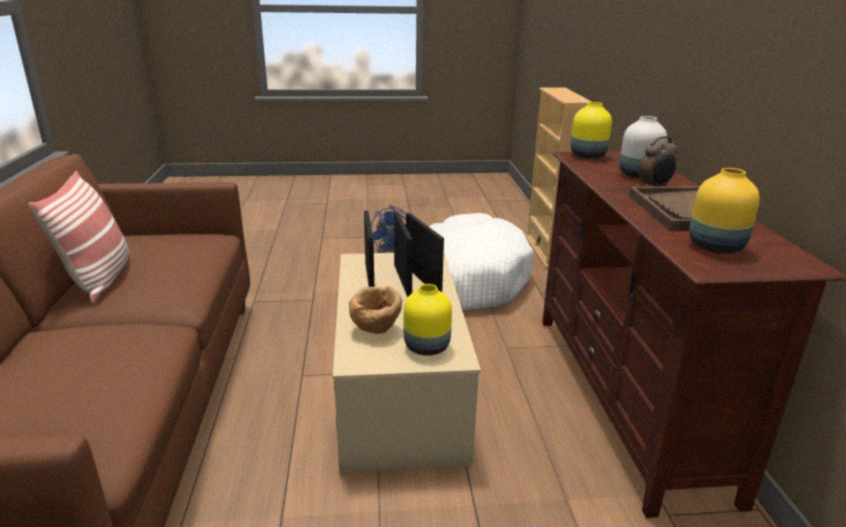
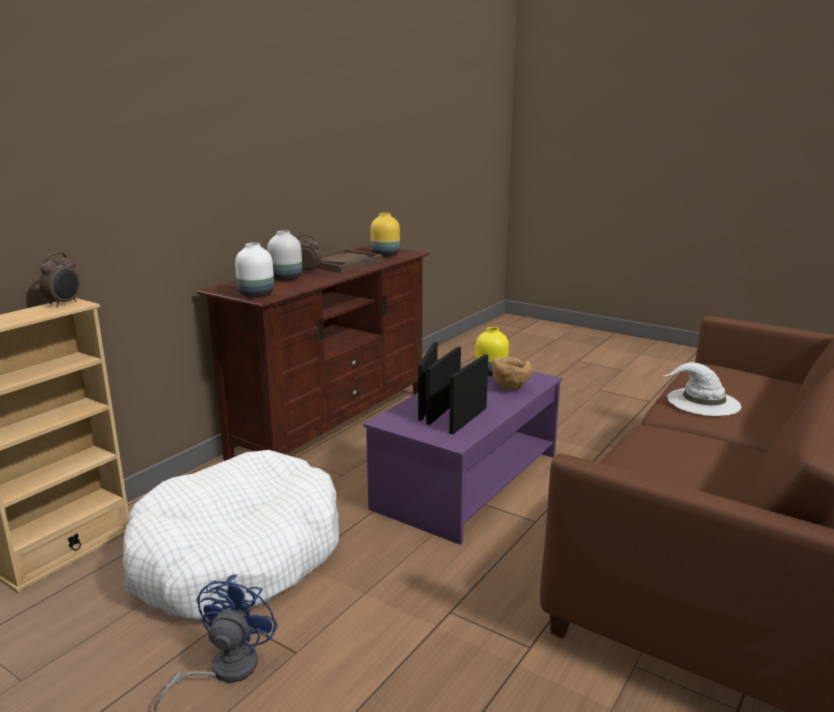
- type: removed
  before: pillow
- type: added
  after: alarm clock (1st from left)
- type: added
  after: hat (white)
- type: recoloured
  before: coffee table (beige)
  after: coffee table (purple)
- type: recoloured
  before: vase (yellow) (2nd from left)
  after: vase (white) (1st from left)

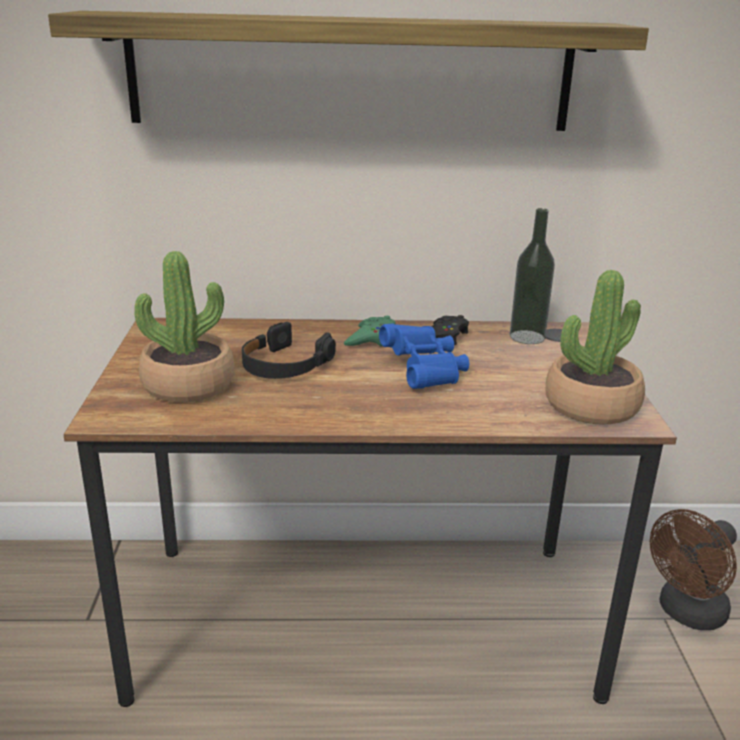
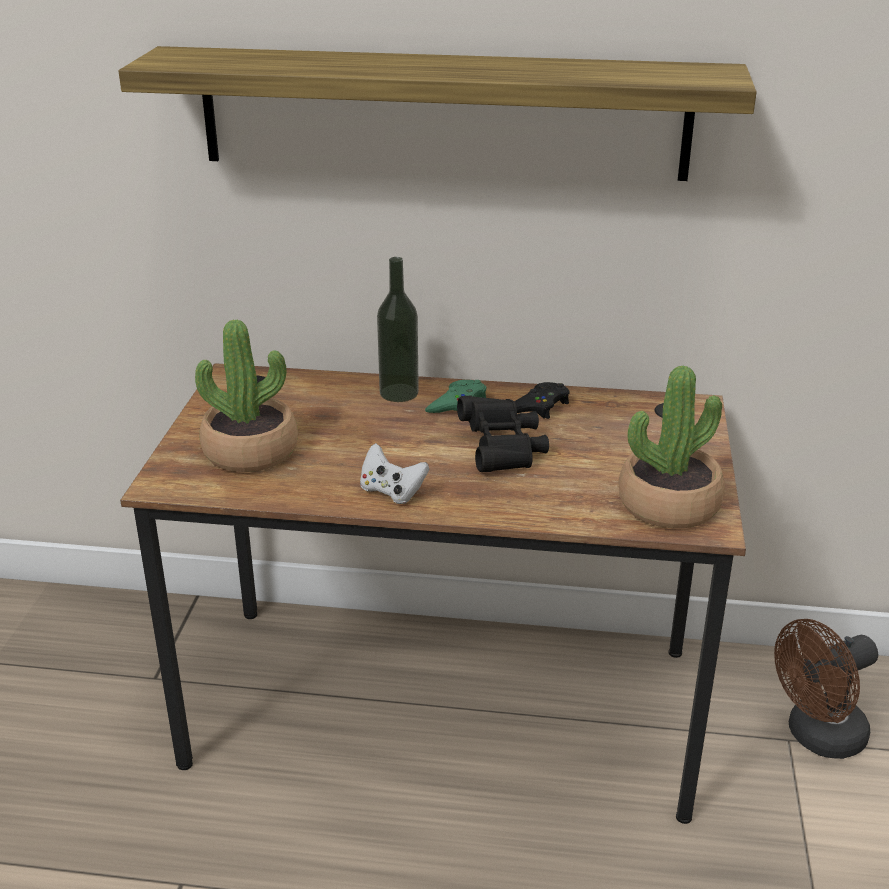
- type: removed
  before: headphones (black)
- type: added
  after: game controller (white)
- type: moved
  before: bottle
- type: recoloured
  before: binoculars (blue)
  after: binoculars (black)

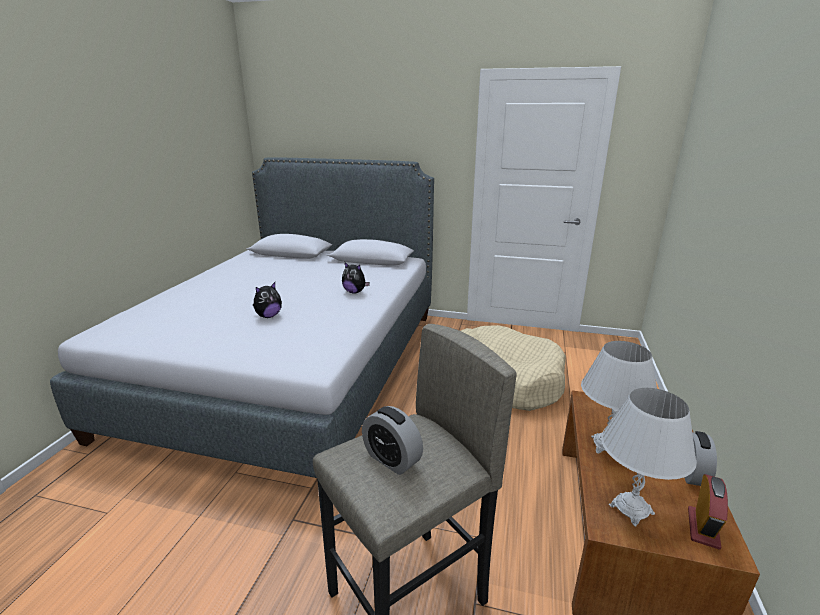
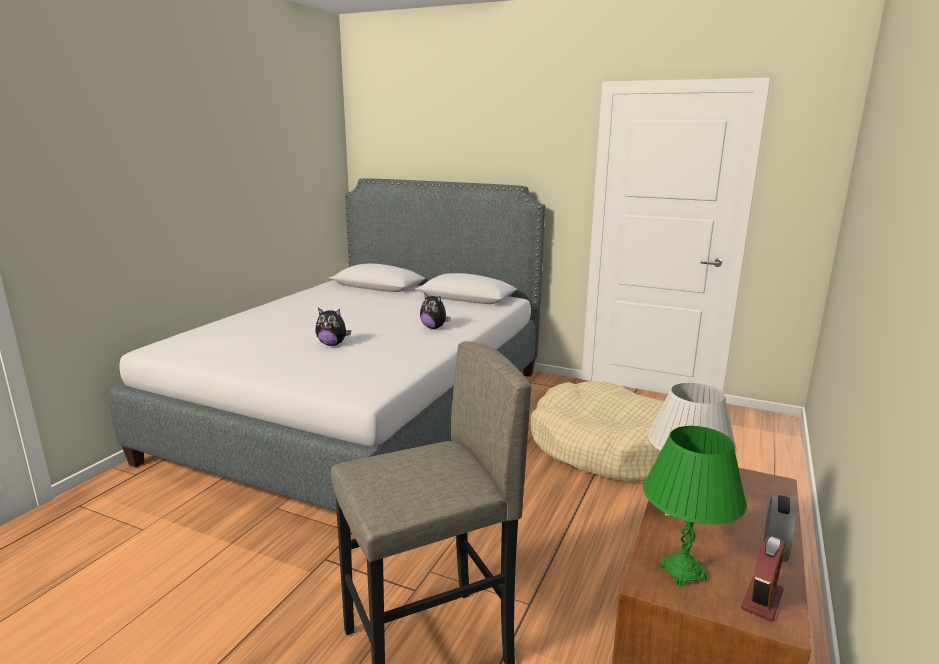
- type: removed
  before: alarm clock (1st from left)
- type: recoloured
  before: table lamp (white) (2nd from left)
  after: table lamp (green)
- type: turned
  before: plush toy (1st from left)
  turn: 45

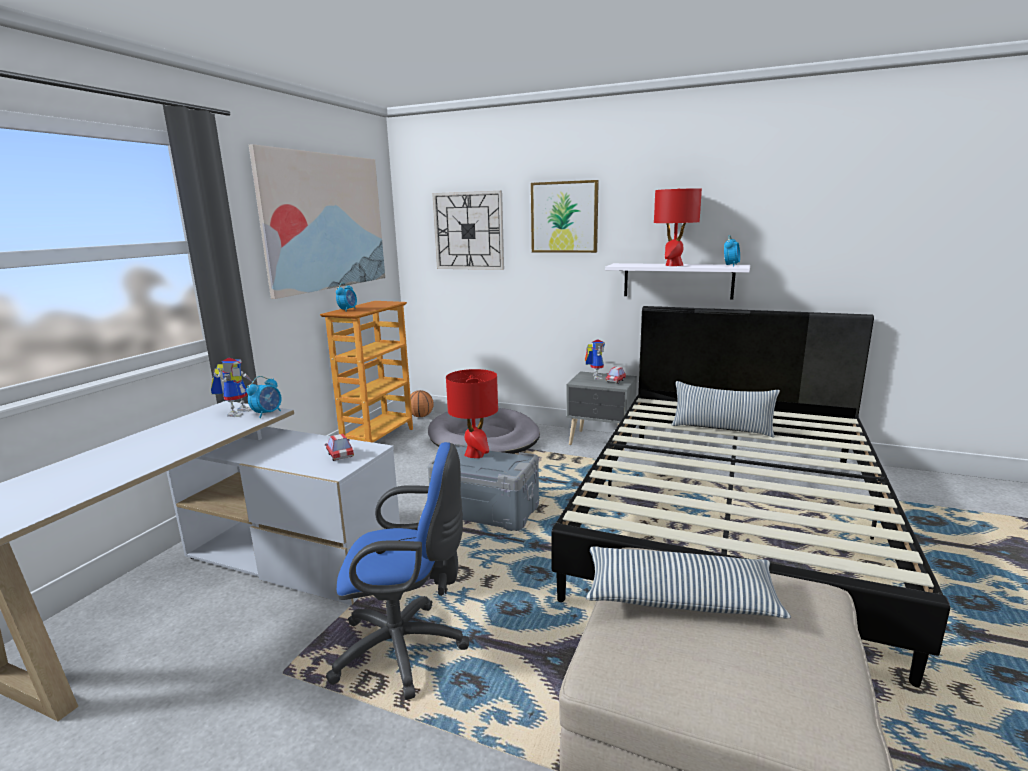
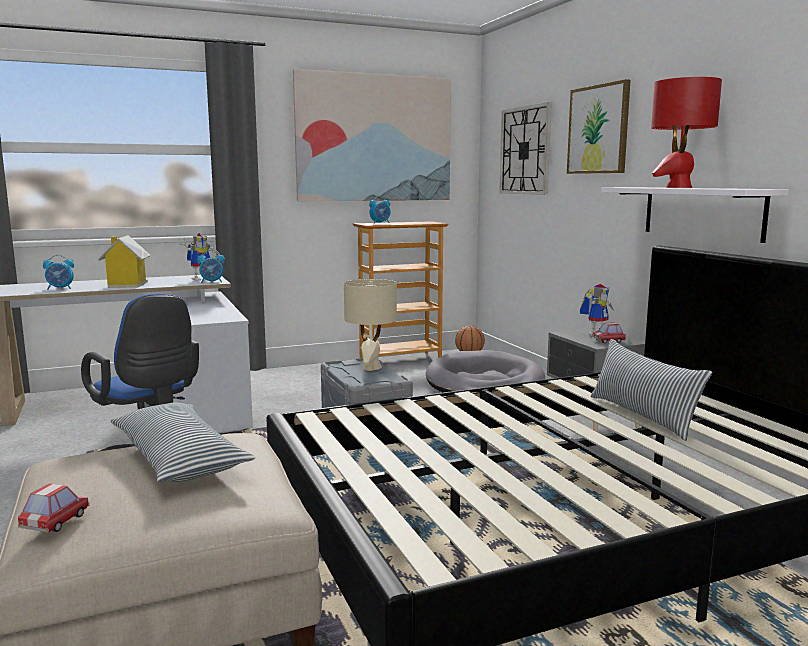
- type: added
  after: toy house
- type: moved
  before: toy car (1st from left)
- type: moved
  before: alarm clock (3rd from left in the first image)
  after: alarm clock (1st from left)
- type: recoloured
  before: table lamp (red) (1st from left)
  after: table lamp (beige)

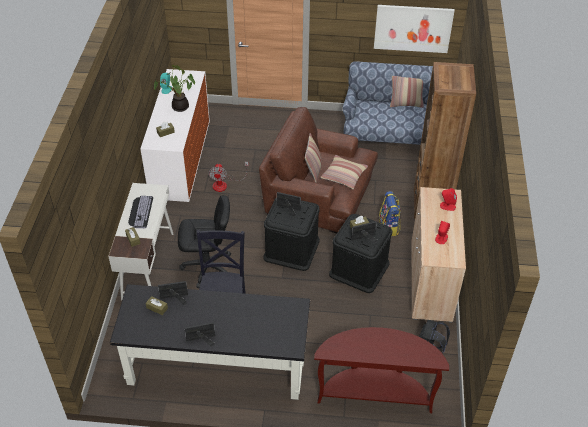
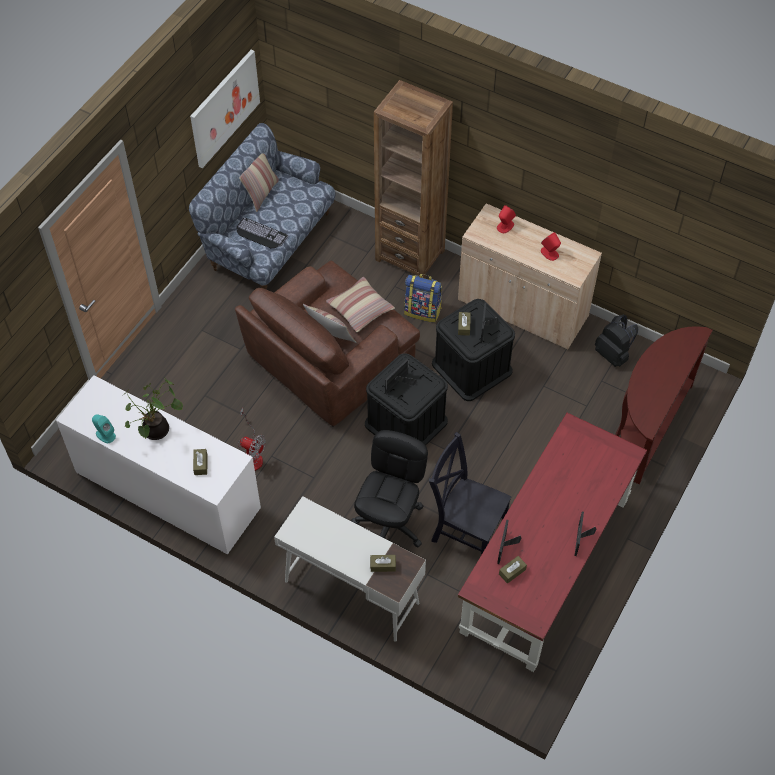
- type: moved
  before: keyboard
- type: recoloured
  before: desk (black)
  after: desk (red)

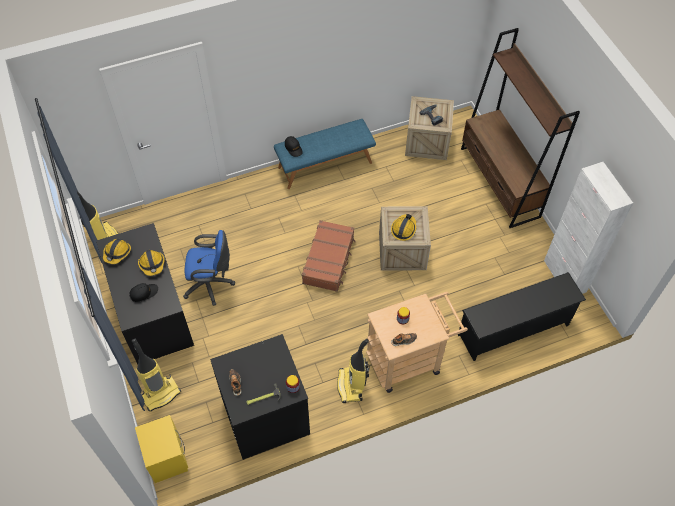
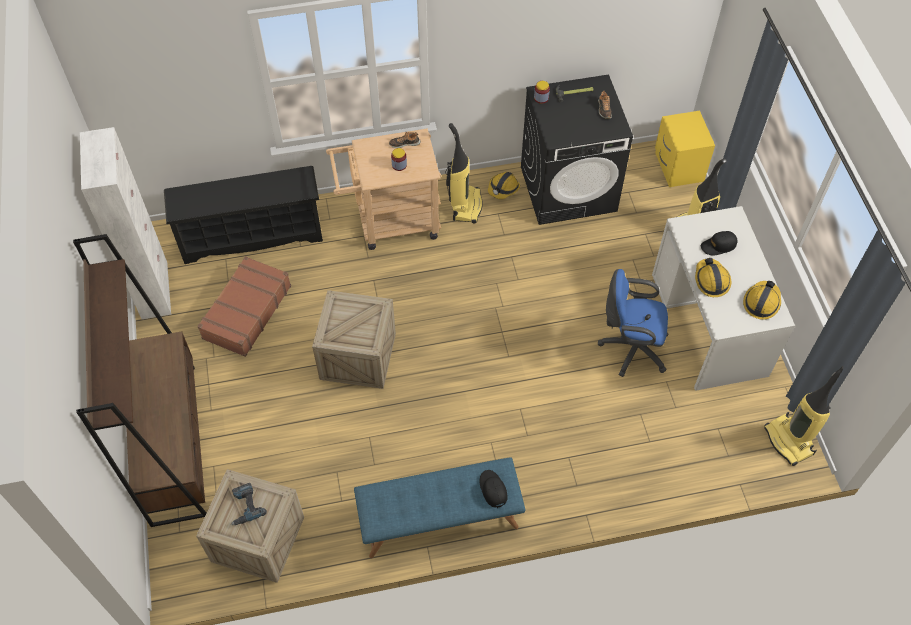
- type: moved
  before: suitcase (brown)
- type: moved
  before: hard hat (3rd from left in the first image)
  after: hard hat (1st from left)
- type: recoloured
  before: desk (black)
  after: desk (white)

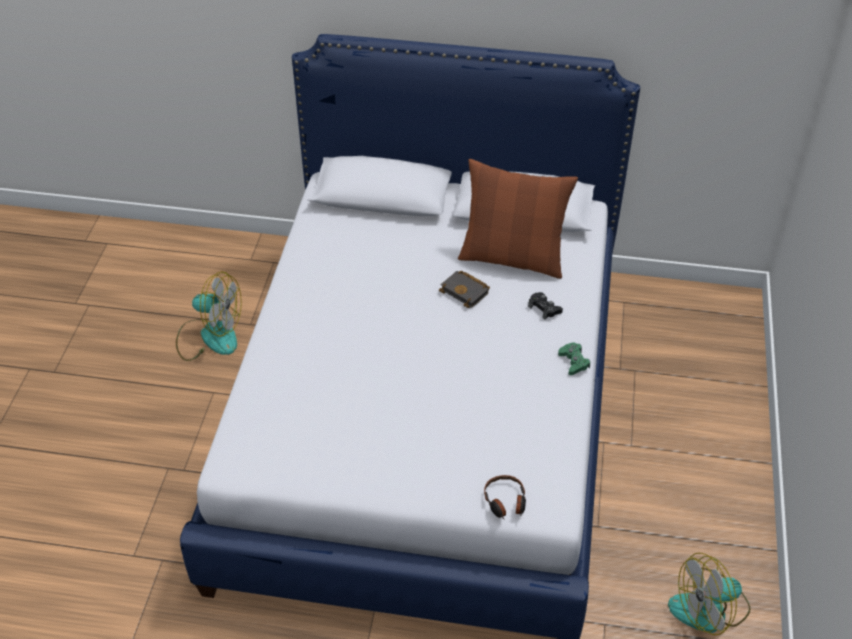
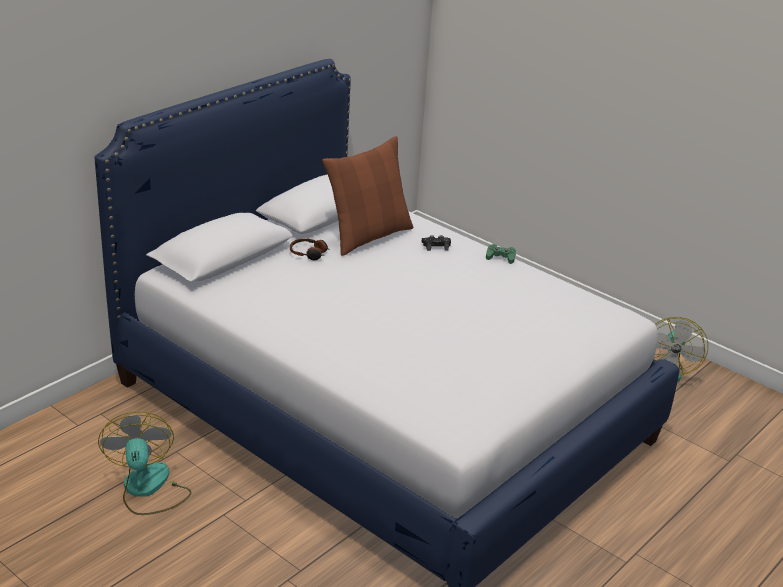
- type: removed
  before: book (black)
- type: moved
  before: headphones
- type: turned
  before: fan (1st from left)
  turn: -60

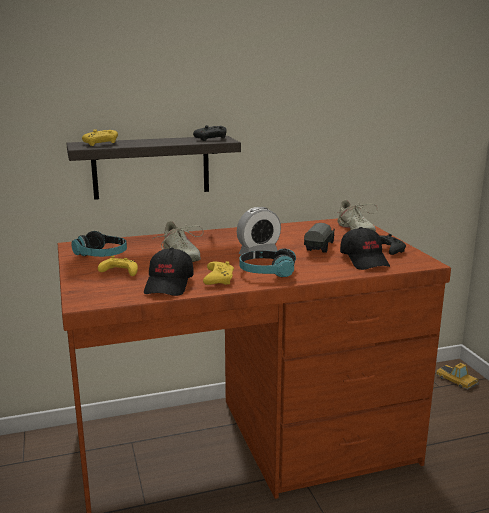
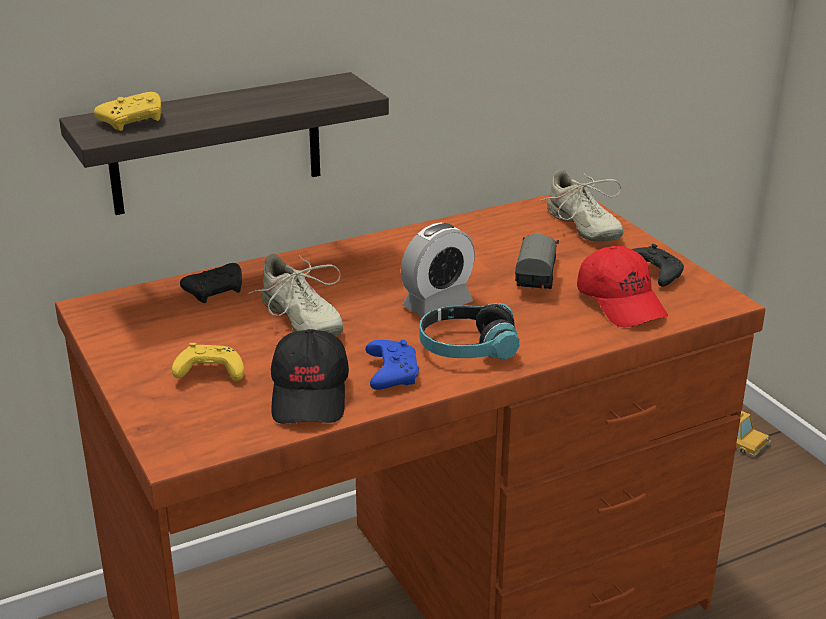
- type: removed
  before: headphones (1st from left)
- type: moved
  before: game controller (black) (1st from left)
- type: recoloured
  before: game controller (yellow) (3rd from left)
  after: game controller (blue)
- type: recoloured
  before: cap (black) (2nd from left)
  after: cap (red)

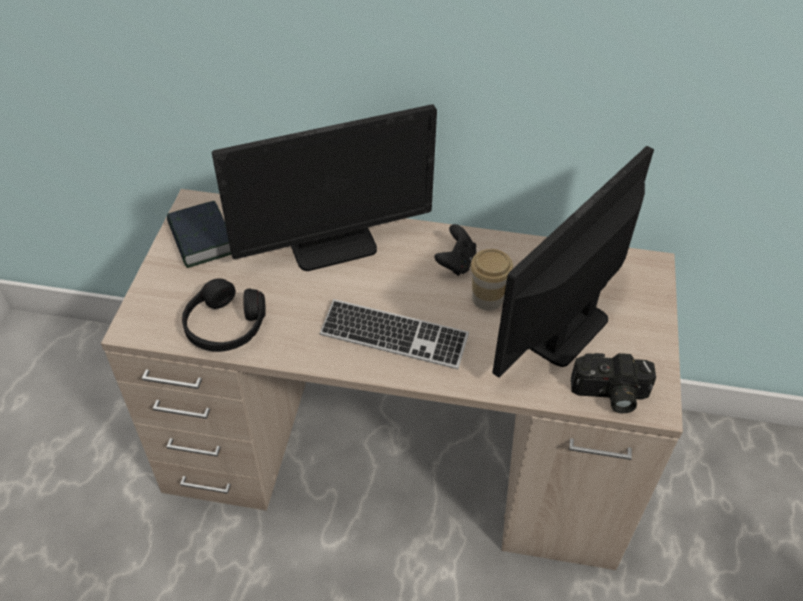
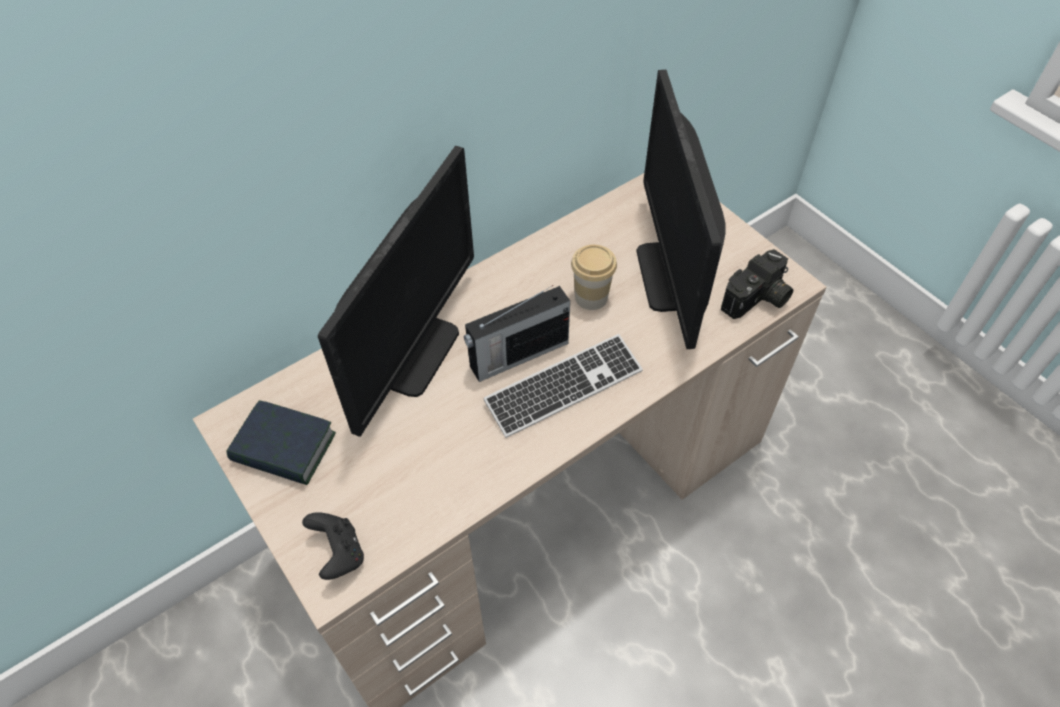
- type: removed
  before: headphones (black)
- type: added
  after: radio
- type: moved
  before: game controller (black)

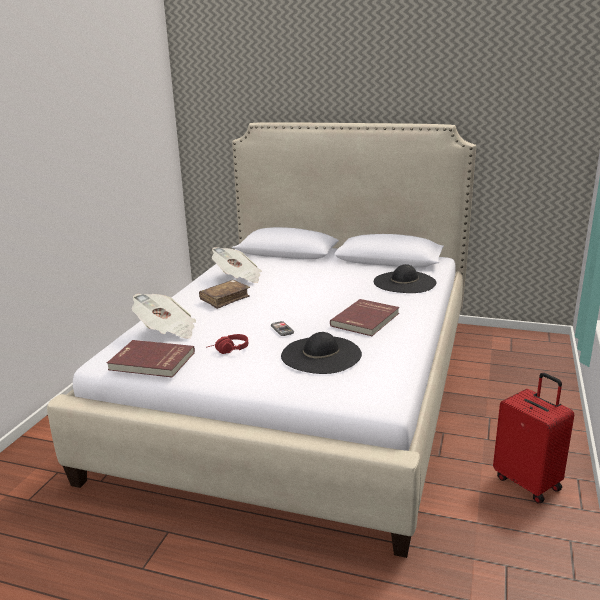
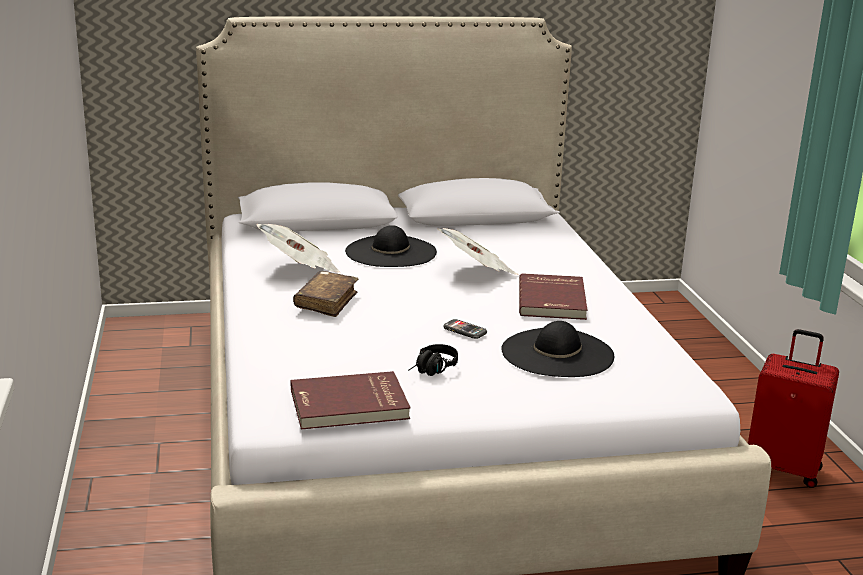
- type: moved
  before: newspaper (1st from left in the first image)
  after: newspaper (2nd from left)
- type: moved
  before: hat (black) (2nd from left in the first image)
  after: hat (black) (1st from left)
- type: recoloured
  before: headphones (red)
  after: headphones (black)

